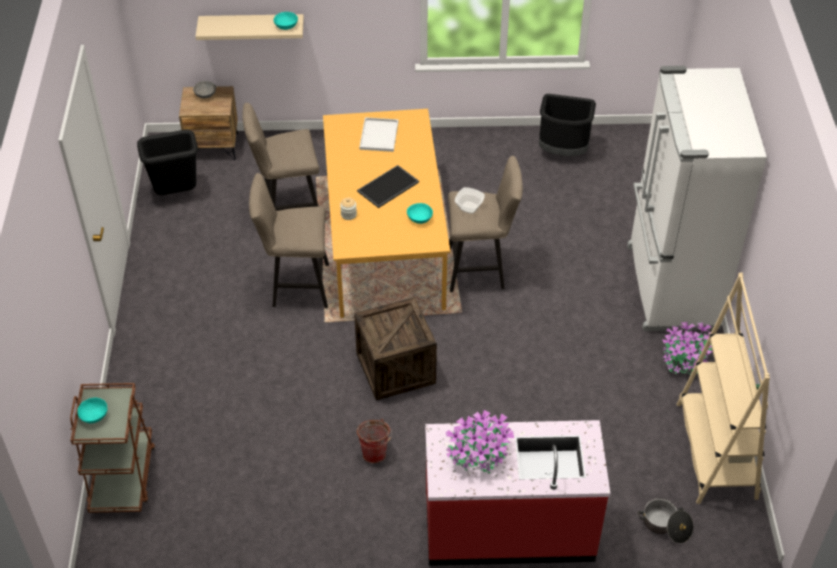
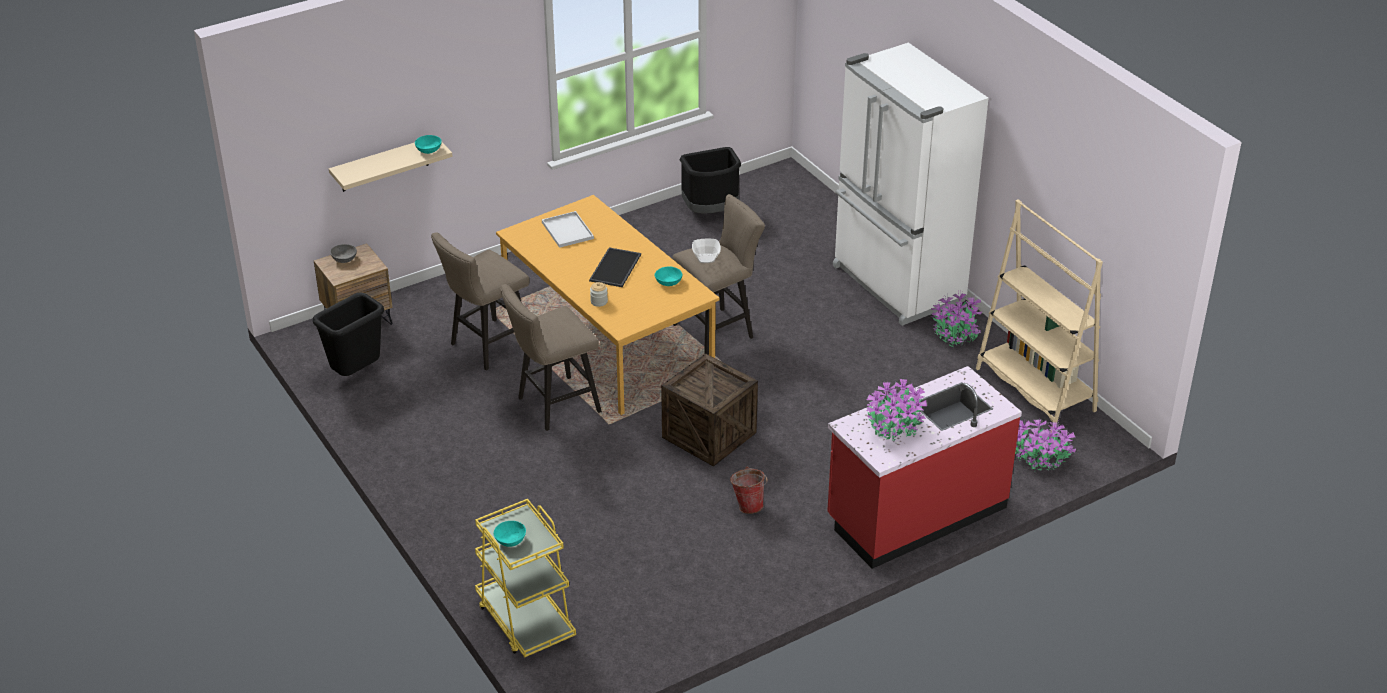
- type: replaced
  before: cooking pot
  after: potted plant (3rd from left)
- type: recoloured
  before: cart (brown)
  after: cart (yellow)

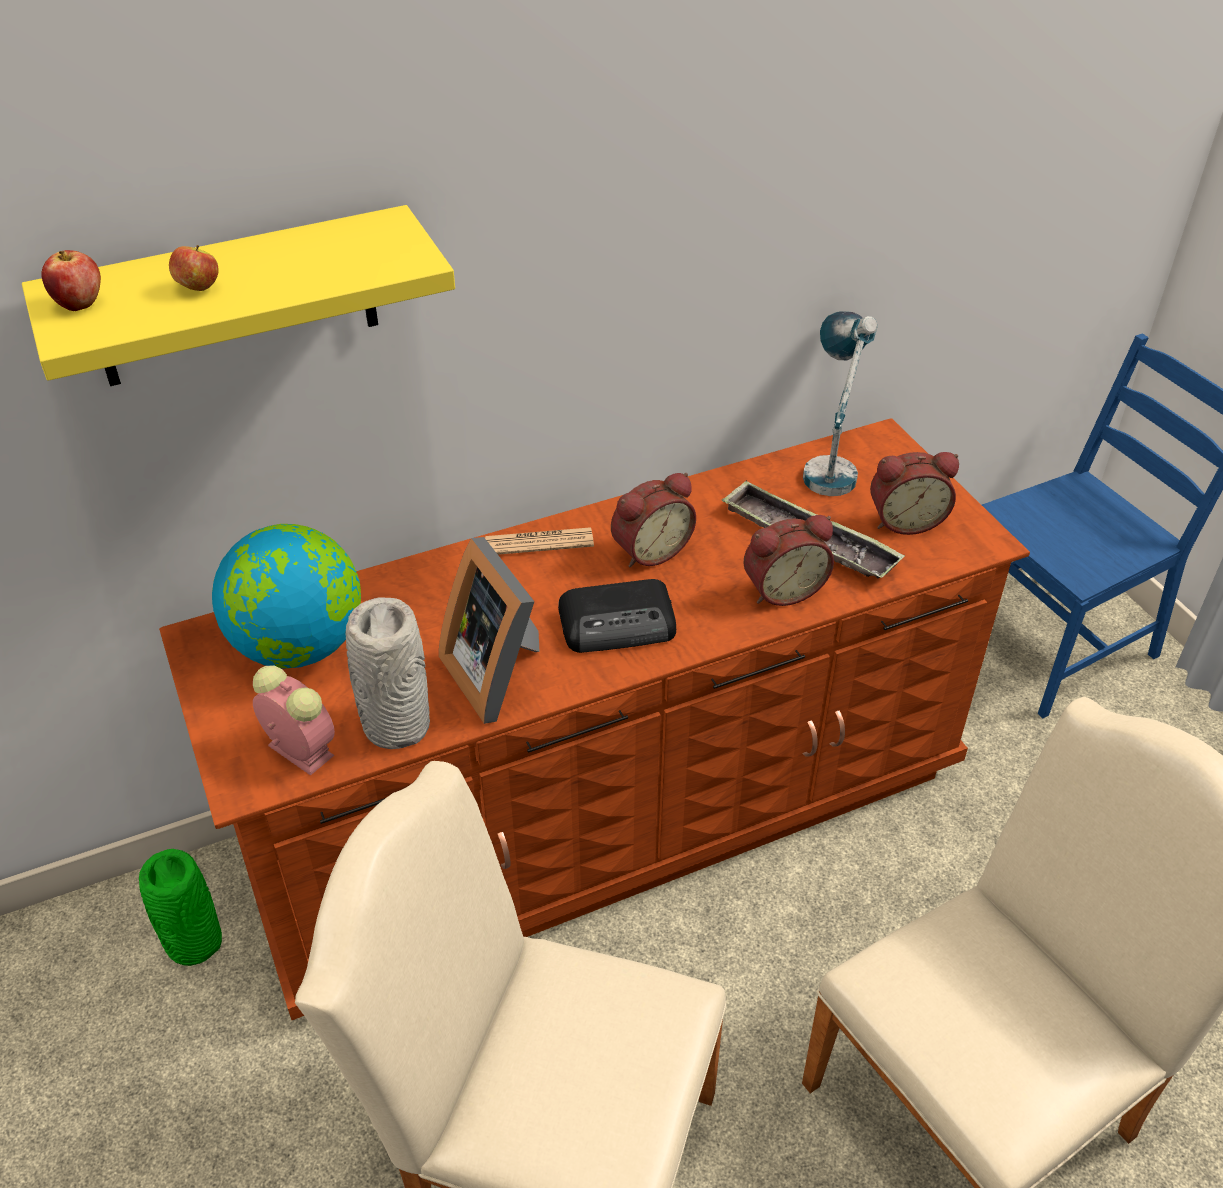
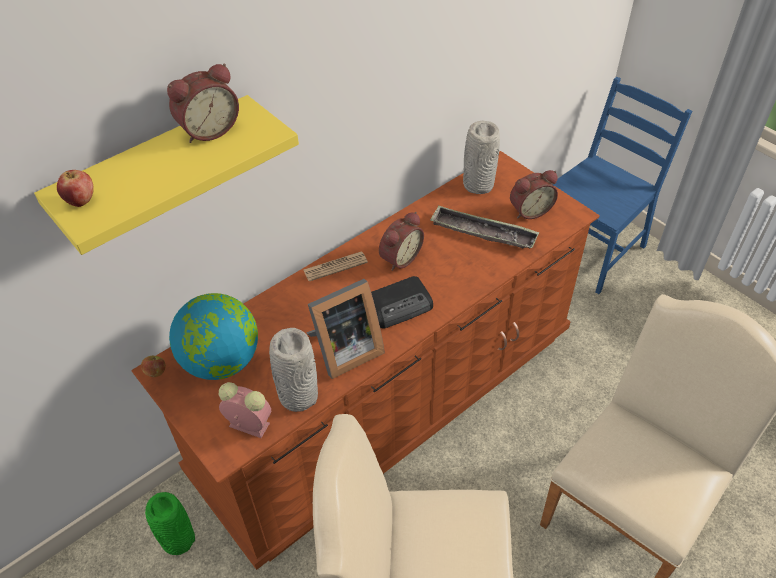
- type: moved
  before: apple (2nd from left)
- type: moved
  before: alarm clock (3rd from left in the first image)
  after: alarm clock (1st from left)
- type: replaced
  before: table lamp
  after: vase (grey) (2nd from left)
- type: turned
  before: picture frame
  turn: -75

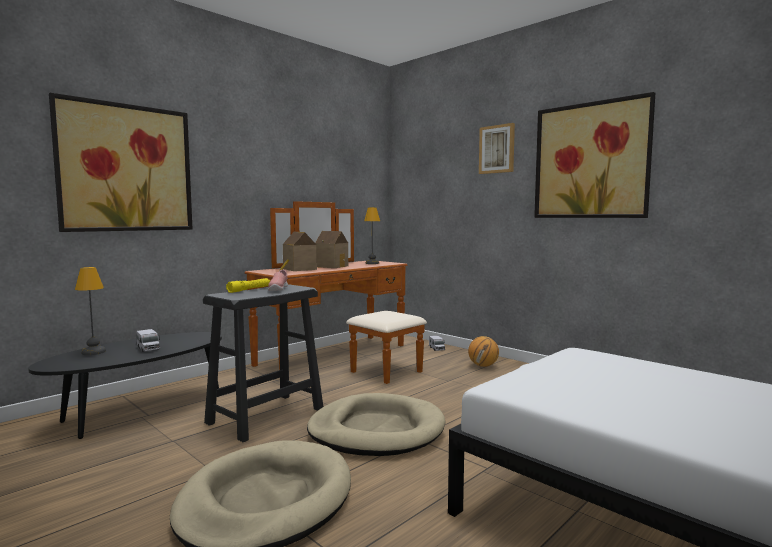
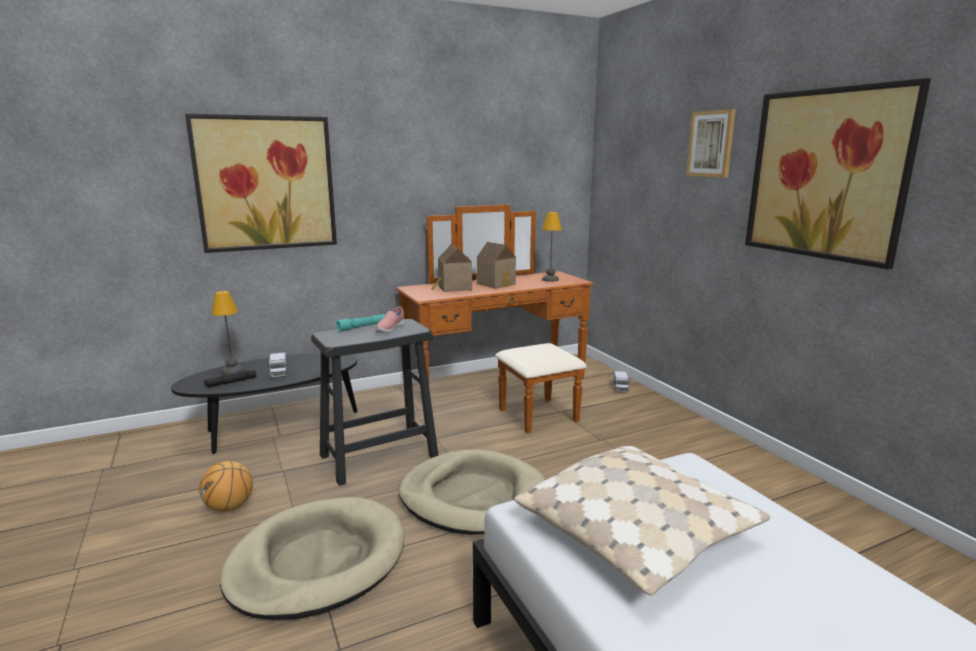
- type: added
  after: flashlight (black)
- type: added
  after: pillow (beige)
- type: moved
  before: basketball
- type: recoloured
  before: flashlight (yellow)
  after: flashlight (turquoise)

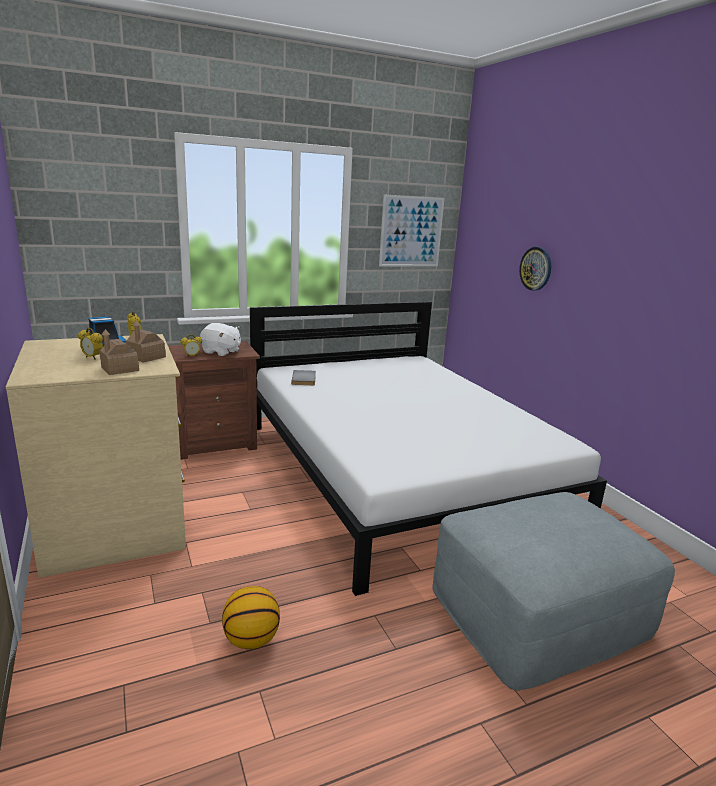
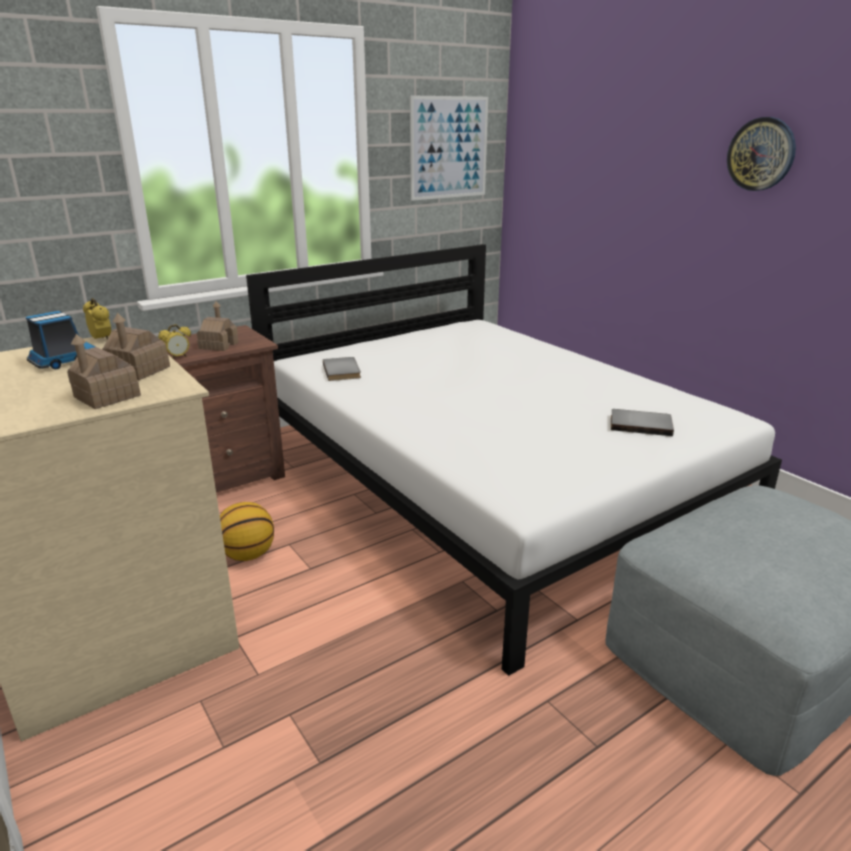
- type: removed
  before: alarm clock (1st from left)
- type: added
  after: book (grey) (2nd from left)
- type: moved
  before: basketball
- type: moved
  before: wall clock
- type: replaced
  before: plush toy (white)
  after: toy house (3rd from left)

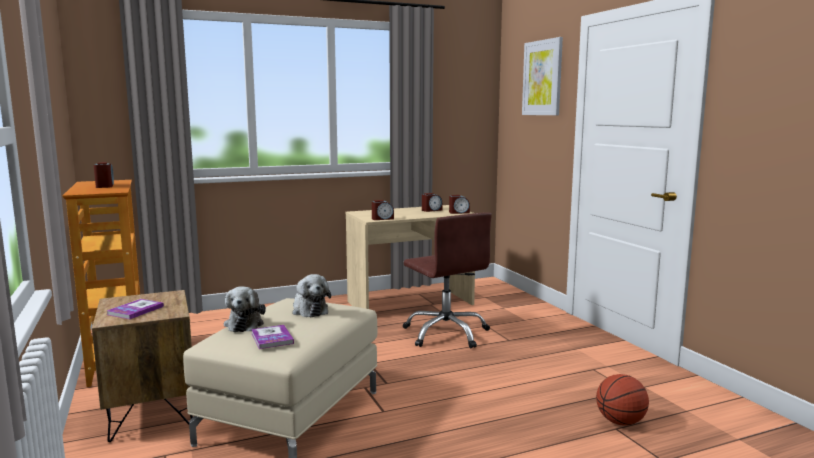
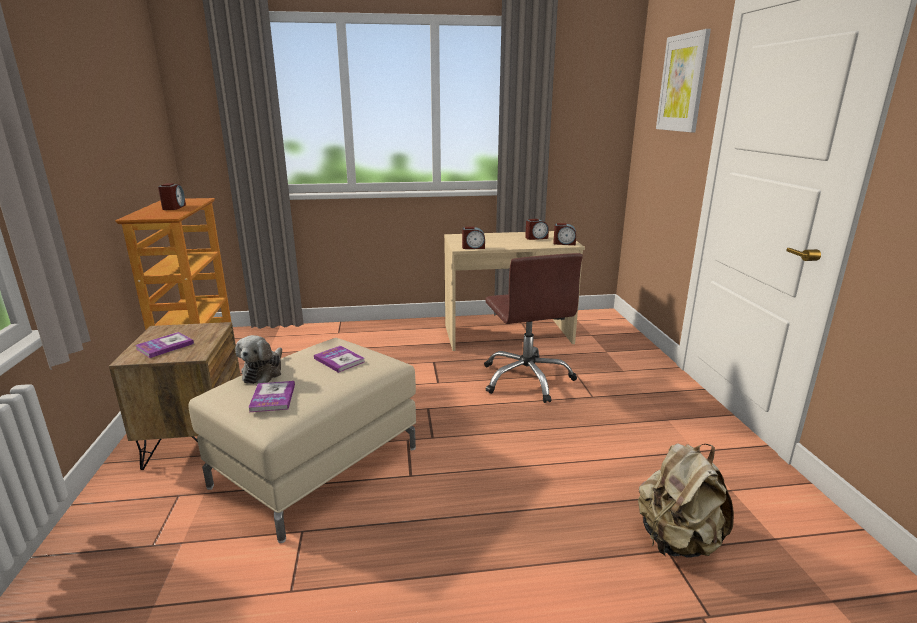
- type: replaced
  before: plush toy (2nd from left)
  after: book (3rd from left)
- type: replaced
  before: basketball
  after: backpack (beige)

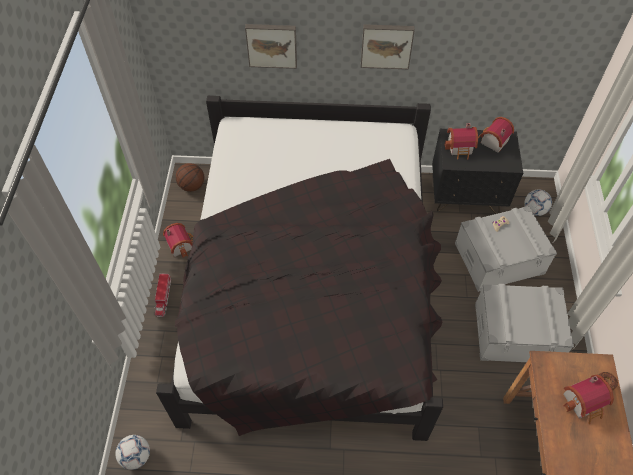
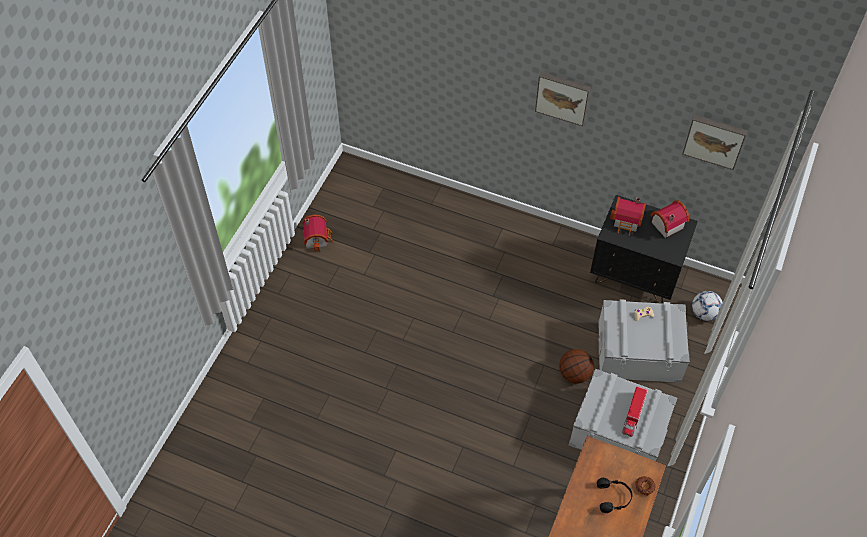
- type: removed
  before: football (1st from left)
- type: removed
  before: bed (black)
- type: moved
  before: toy truck
- type: moved
  before: basketball
- type: moved
  before: picture (1st from left in the first image)
  after: picture (2nd from left)
- type: replaced
  before: toy house (4th from left)
  after: headphones (black)

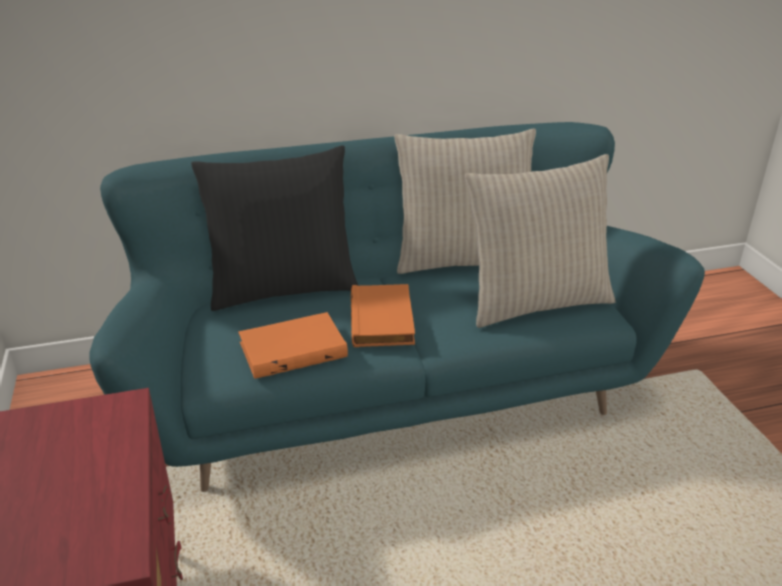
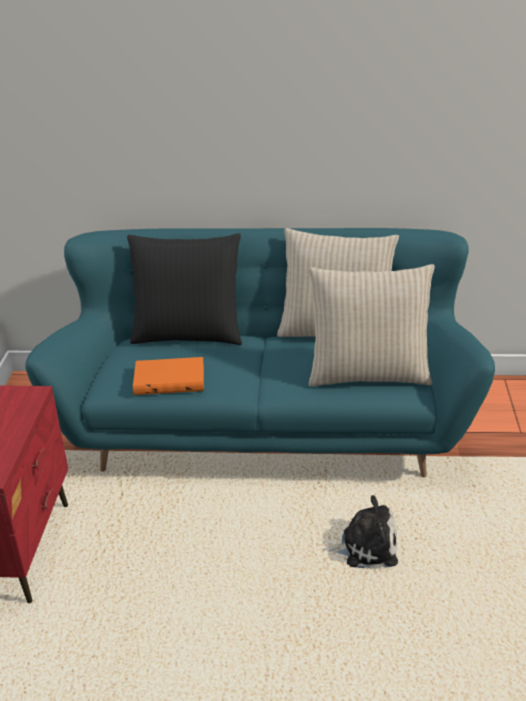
- type: removed
  before: book (orange) (2nd from left)
- type: added
  after: plush toy

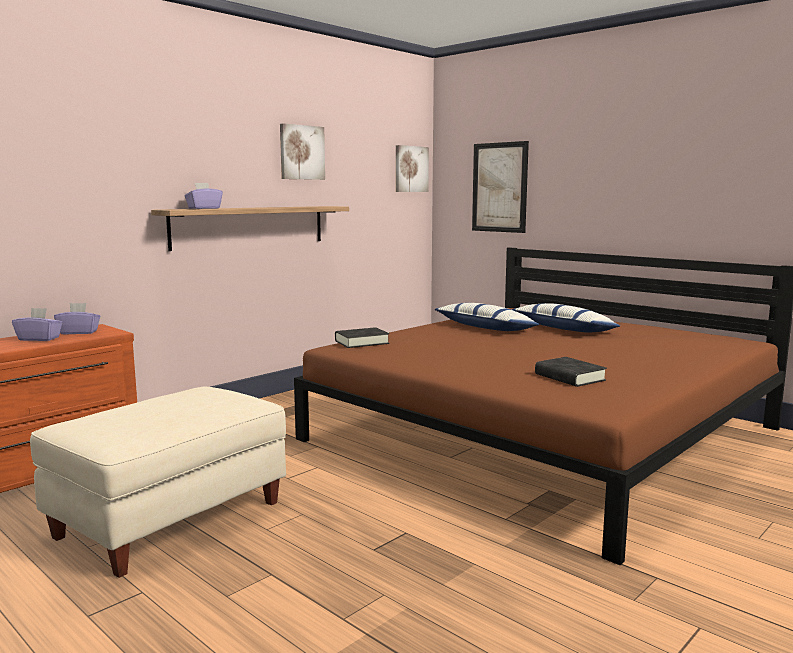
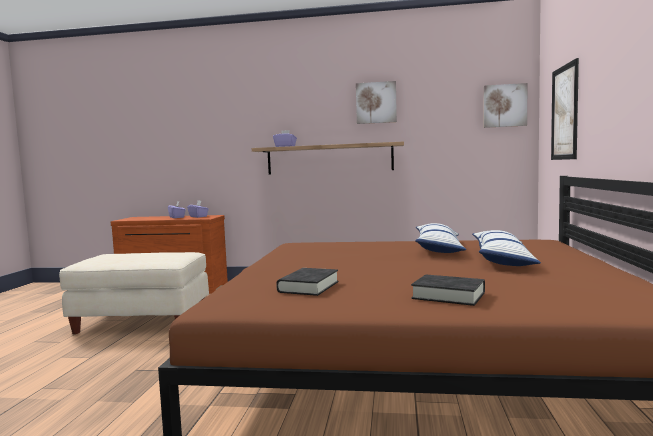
- type: moved
  before: book (black) (1st from left in the first image)
  after: book (black) (2nd from left)

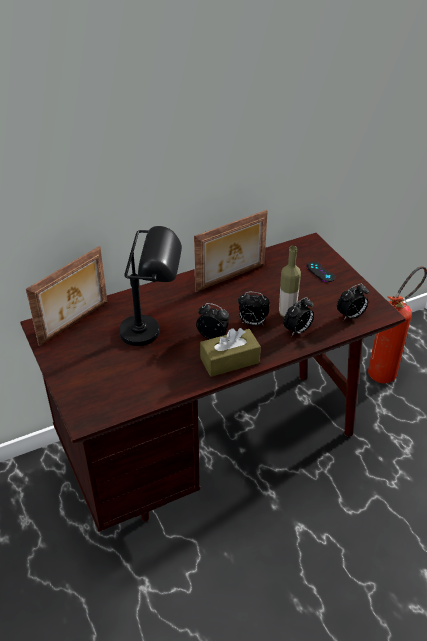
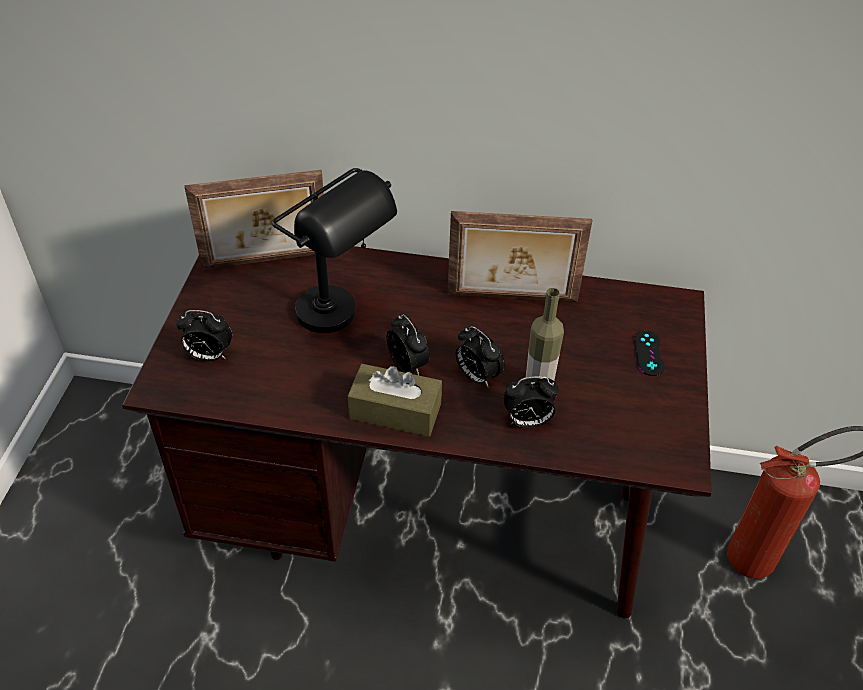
- type: moved
  before: alarm clock (4th from left in the first image)
  after: alarm clock (1st from left)

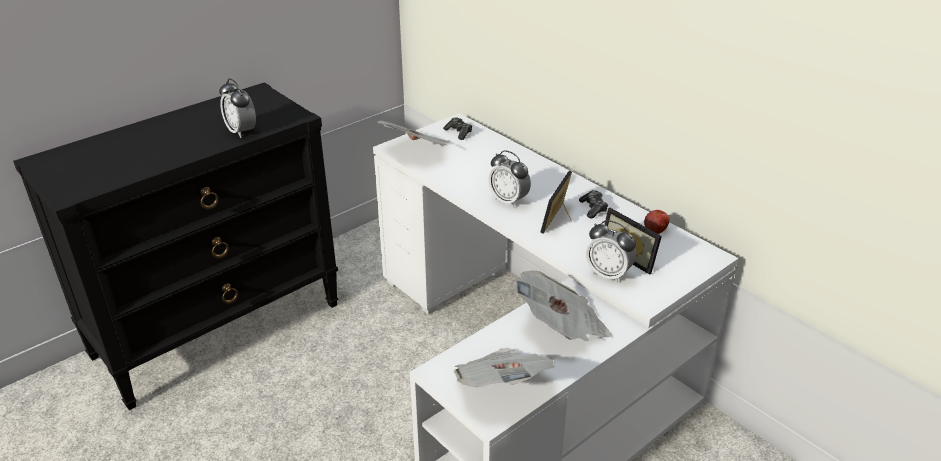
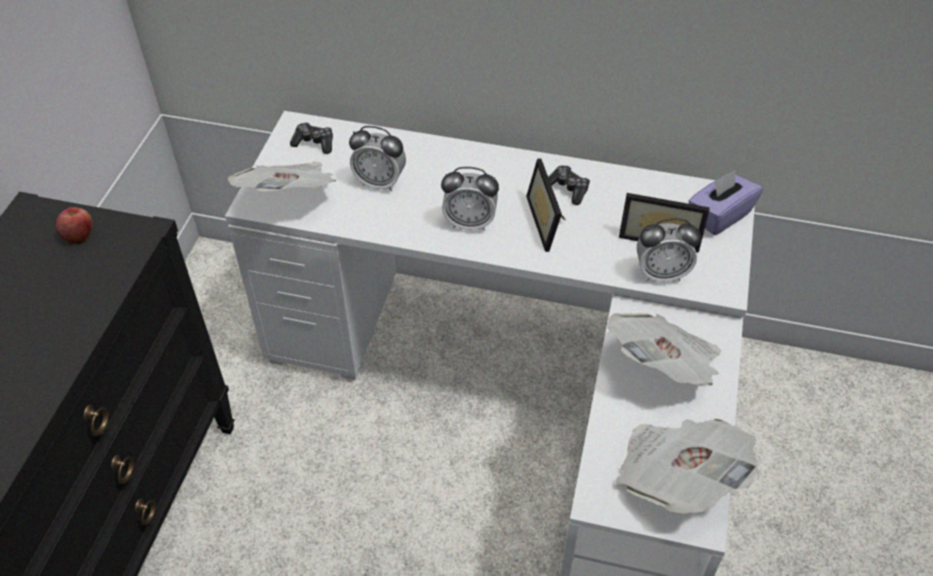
- type: added
  after: tissue box (purple)
- type: moved
  before: alarm clock (1st from left)
- type: moved
  before: apple

